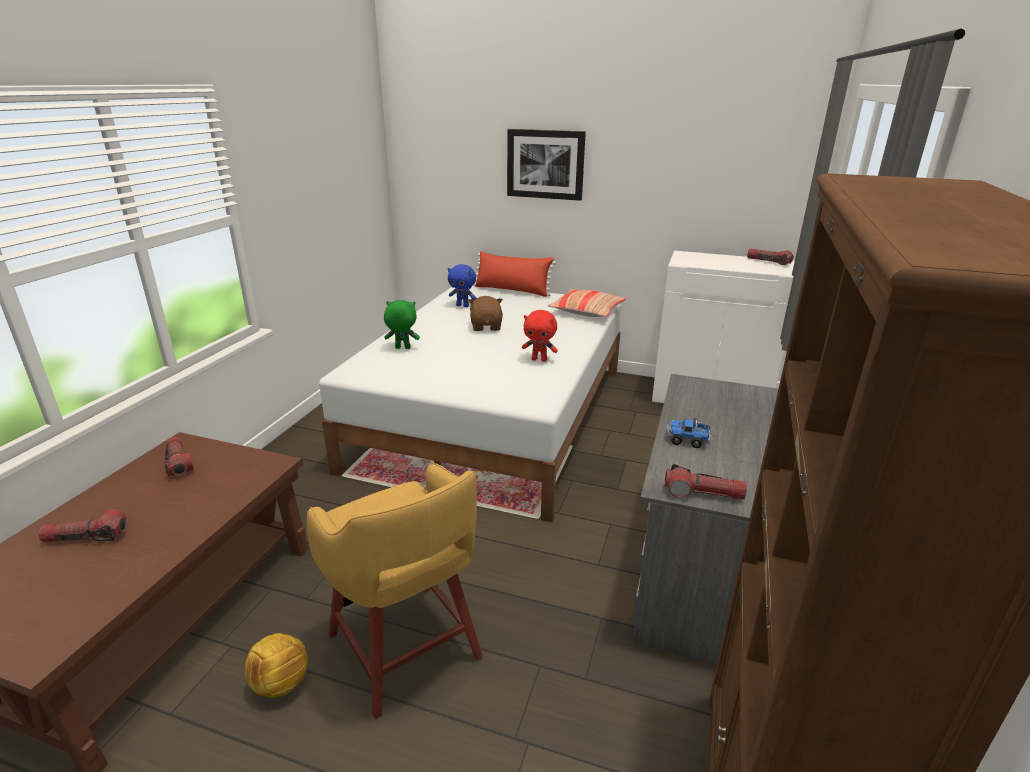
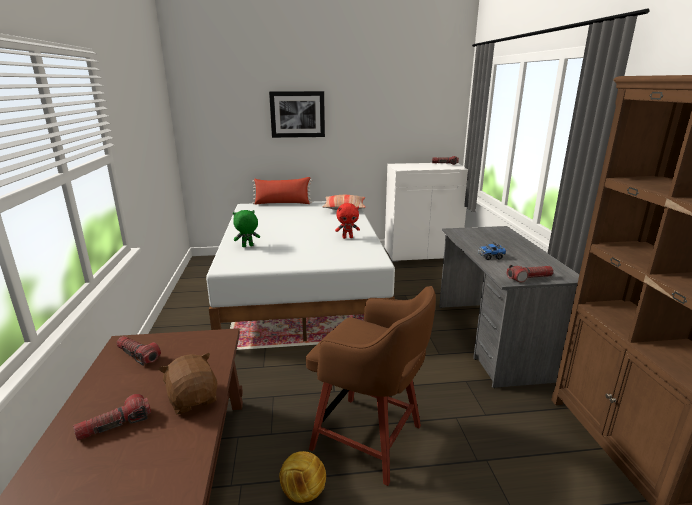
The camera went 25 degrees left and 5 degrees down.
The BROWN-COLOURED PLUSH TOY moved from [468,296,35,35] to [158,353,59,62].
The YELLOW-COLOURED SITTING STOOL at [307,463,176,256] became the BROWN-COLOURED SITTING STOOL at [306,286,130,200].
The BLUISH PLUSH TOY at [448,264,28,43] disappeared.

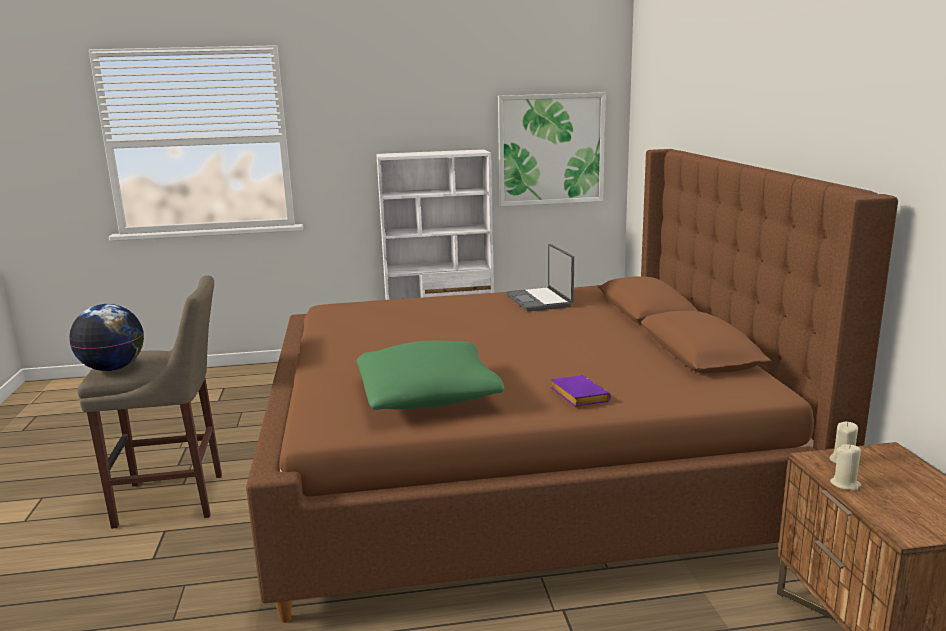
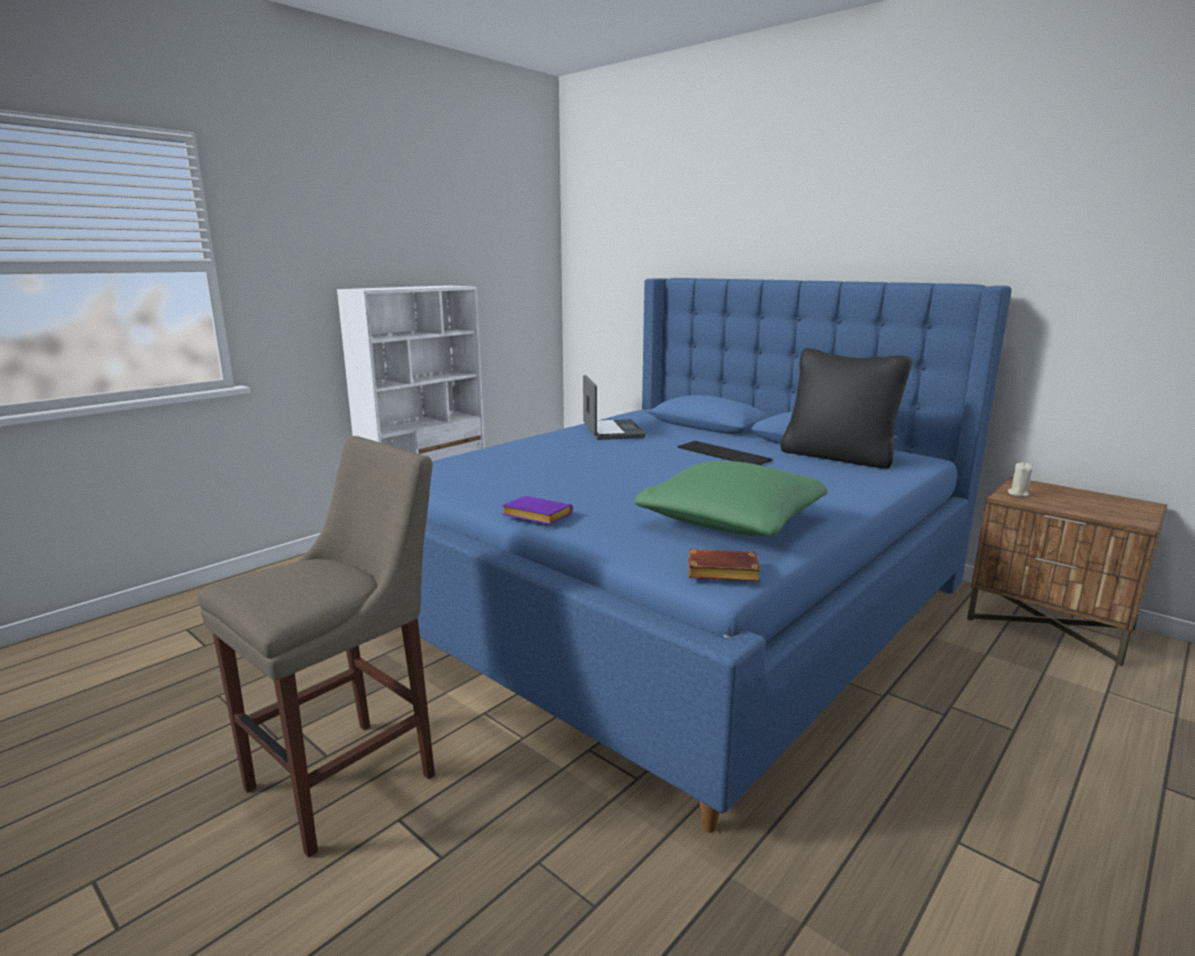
The camera went 40 degrees left and 0 degrees up.
The BROWN-COLOURED BED at [246,149,652,474] became the BLUISH BED at [418,278,594,555].
The PURPLE-COLOURED VOLUME moved from [550,375,61,31] to [502,496,71,29].
The NOTEBOOK COMPUTER at [506,244,68,68] turned 135 degrees counterclockwise.
The KEYBOARD at [677,441,96,24] appeared.
The BROWN-COLOURED VOLUME at [688,549,73,33] appeared.
The BLACKISH PILLOW at [780,348,133,121] appeared.
The WORLD GLOBE at [69,304,75,67] disappeared.
The PICTURE at [498,92,108,114] disappeared.
The BEIGE CANDLE at [830,444,31,47] disappeared.

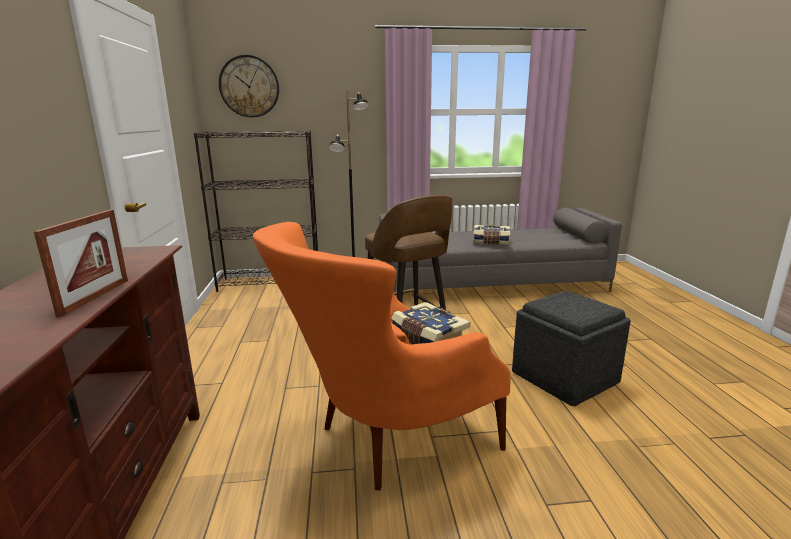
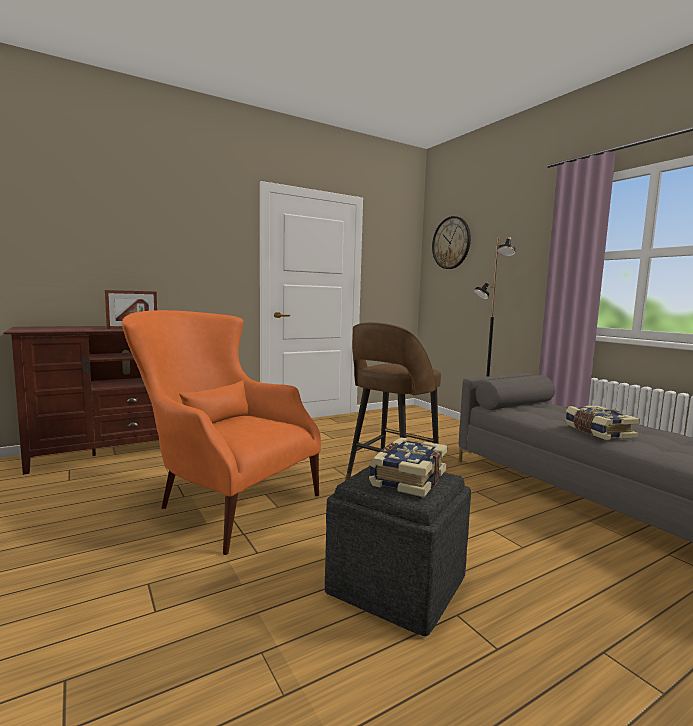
The camera went 65 degrees right and 10 degrees down.
The VOLUME moved from [391,302,80,42] to [369,437,78,60].
The BLACKISH SHELVING UNIT at [194,130,124,162] disappeared.

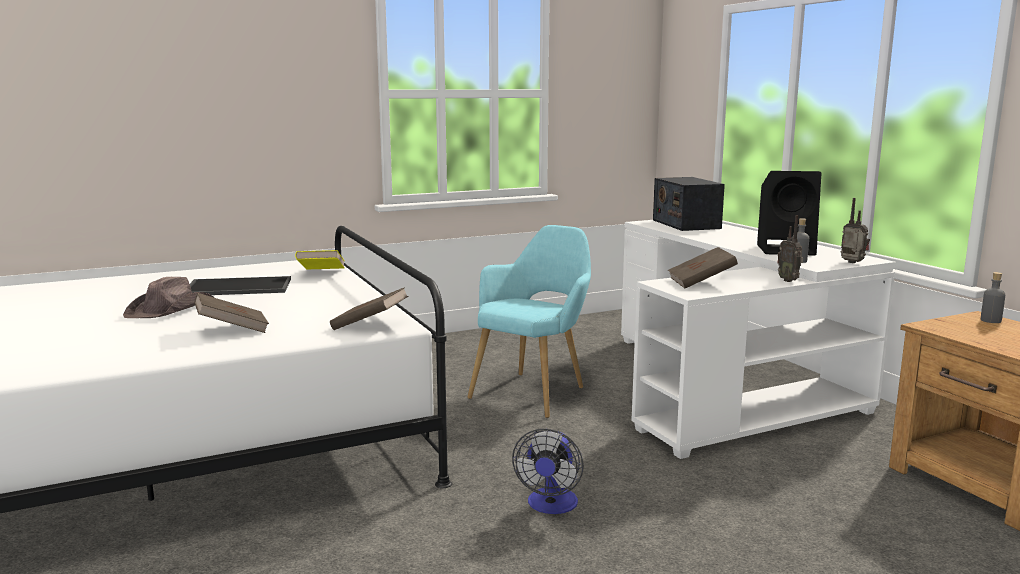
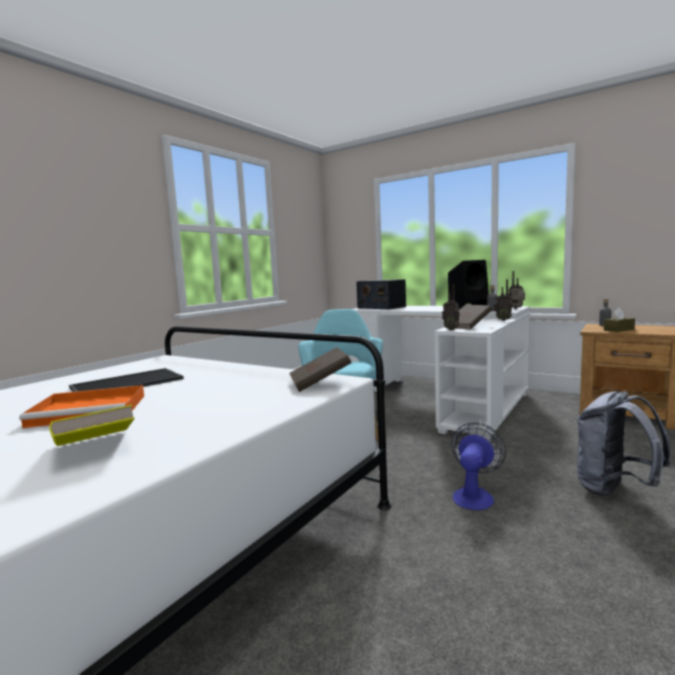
The camera went 30 degrees left and 5 degrees down.
The BROWN-COLOURED HAT at [123,277,90,41] was replaced by the ORANGE-COLOURED SERVING TRAY at [19,385,125,43].
The YELLOW-COLOURED VOLUME moved from [295,250,49,19] to [49,405,86,41].
The RADIO RECEIVER at [442,284,18,46] appeared.
The COOLING FAN at [512,429,72,85] turned 135 degrees counterclockwise.
The GRAY KNAPSACK at [577,391,94,105] appeared.
The BROWN-COLOURED BOX OF TISSUES at [604,308,31,24] appeared.
The BROWN-COLOURED VOLUME at [194,293,75,40] disappeared.

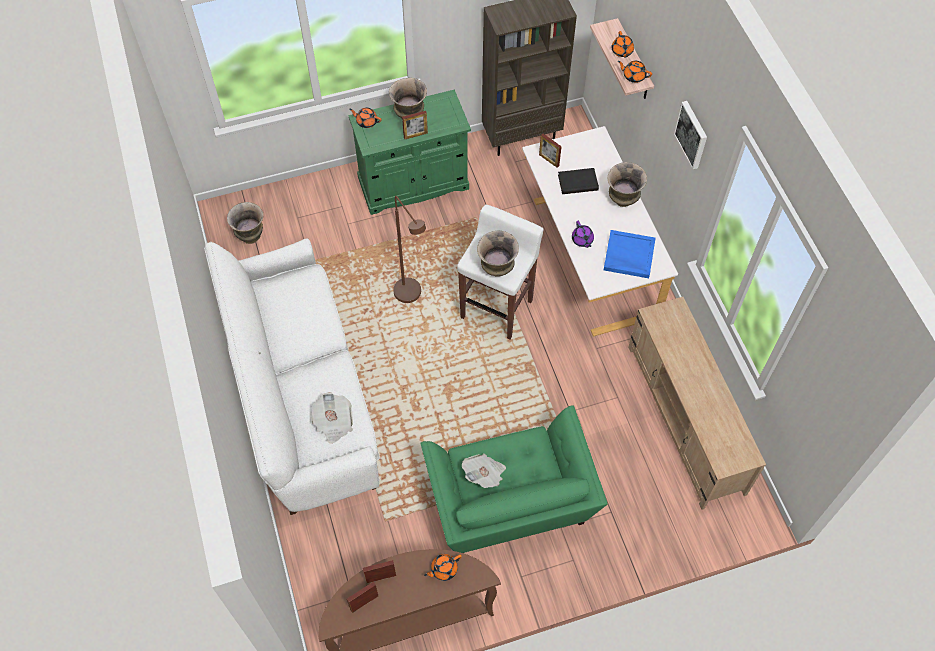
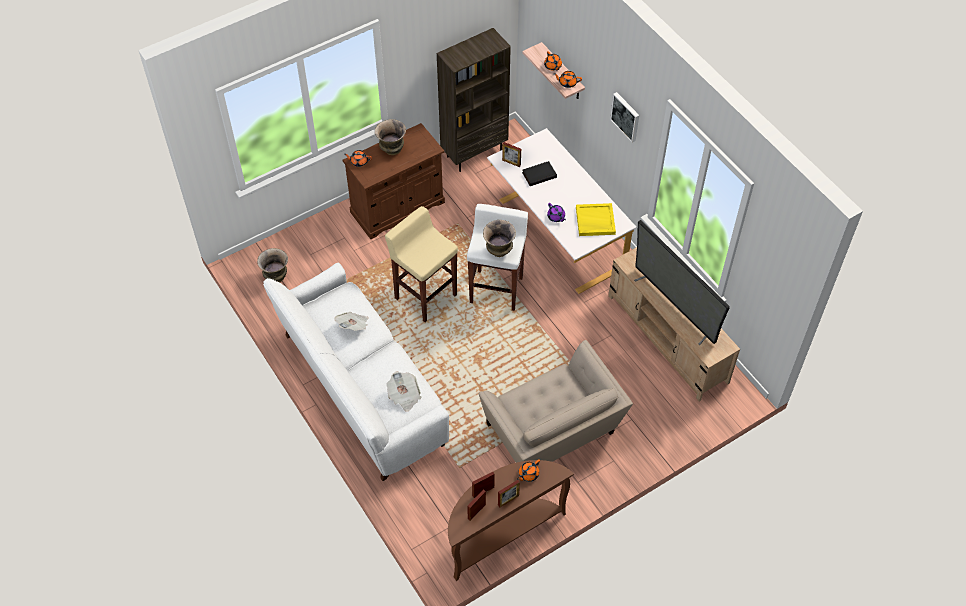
The camera went 15 degrees left and 5 degrees down.
The PRINTED PAPER moved from [462,453,44,35] to [335,312,34,19].
The GREEN CABINET at [348,89,123,126] became the BROWN-COLOURED CABINET at [343,123,102,116].
The BROWN-COLOURED STANDARD LAMP at [393,196,33,107] was replaced by the BEIGE SITTING STOOL at [385,206,73,116].
The GREEN LOUNGE CHAIR at [420,405,187,148] became the BEIGE LOUNGE CHAIR at [478,340,155,123].
The STANDING FRAME moved from [402,111,26,28] to [498,480,22,27].
The BLUISH SERVING TRAY at [604,230,51,48] became the YELLOW-COLOURED SERVING TRAY at [576,203,40,33].
The TV SET at [634,220,96,125] appeared.
The VASE at [608,162,39,45] disappeared.

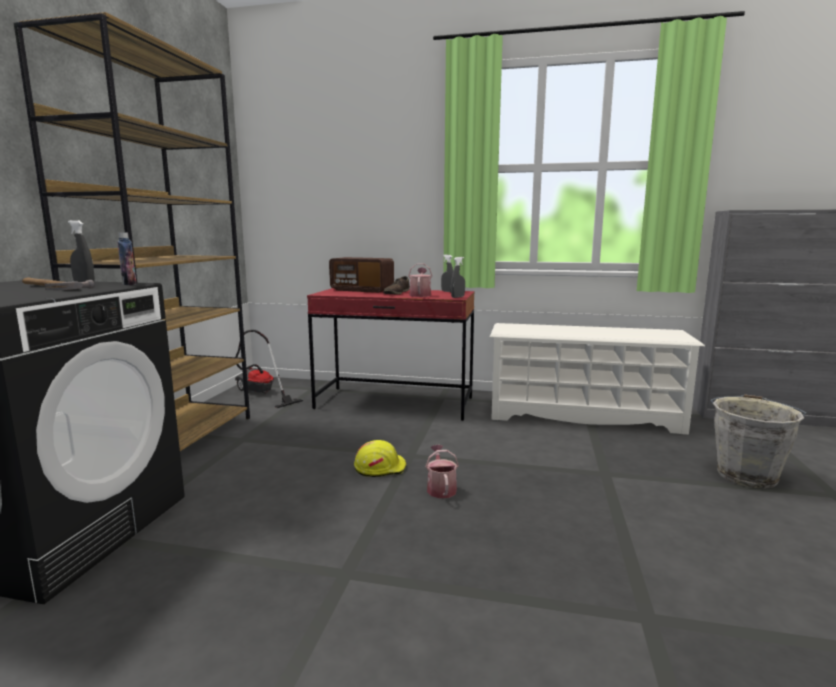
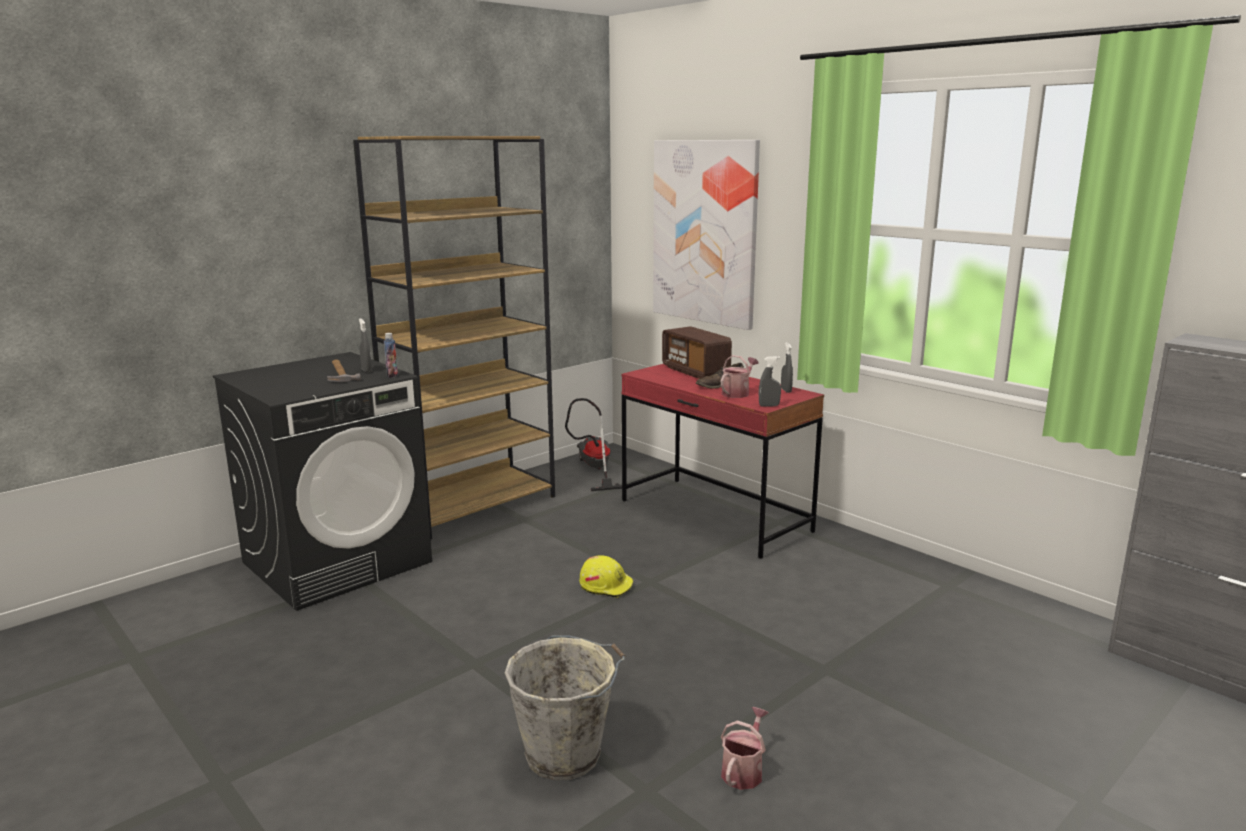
The camera went 35 degrees right and 5 degrees up.
The GRAY PAIL moved from [710,394,96,95] to [505,635,120,146].
The PICTURE at [653,140,107,190] appeared.
The WATERING POT moved from [425,445,34,53] to [721,707,48,83].
The WHITE SHOE SHELF at [490,323,215,112] disappeared.

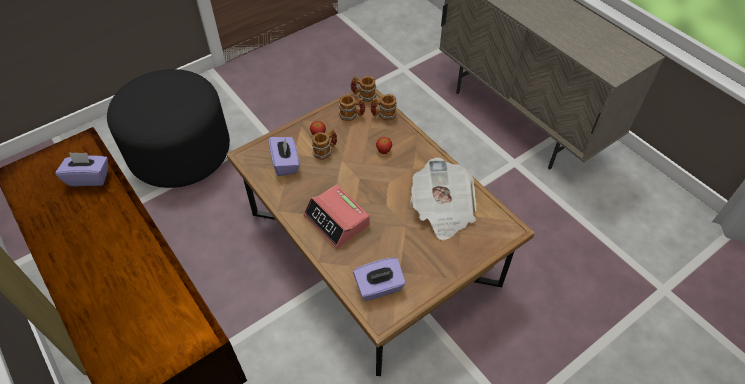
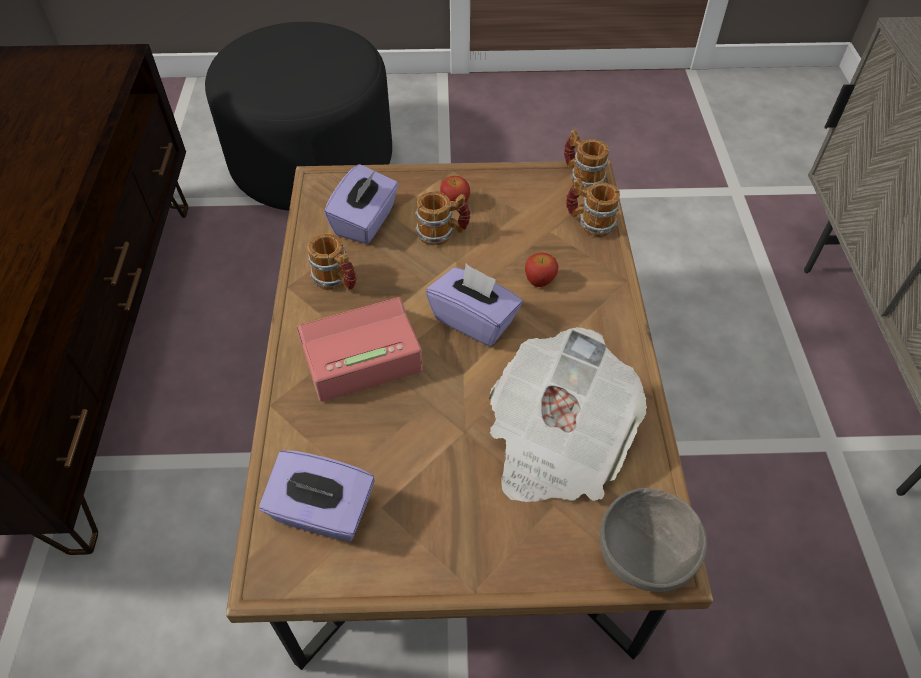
The camera went 35 degrees right and 0 degrees up.
The TABLE CLOCK at [304,185,66,63] turned 75 degrees clockwise.
The COFFEE MUG moved from [339,95,26,26] to [307,233,49,58].
The PURPLE-COLOURED BOX OF TISSUES moved from [55,152,53,34] to [426,263,97,83].
The GRAY SERVING BOWL at [600,488,107,104] appeared.

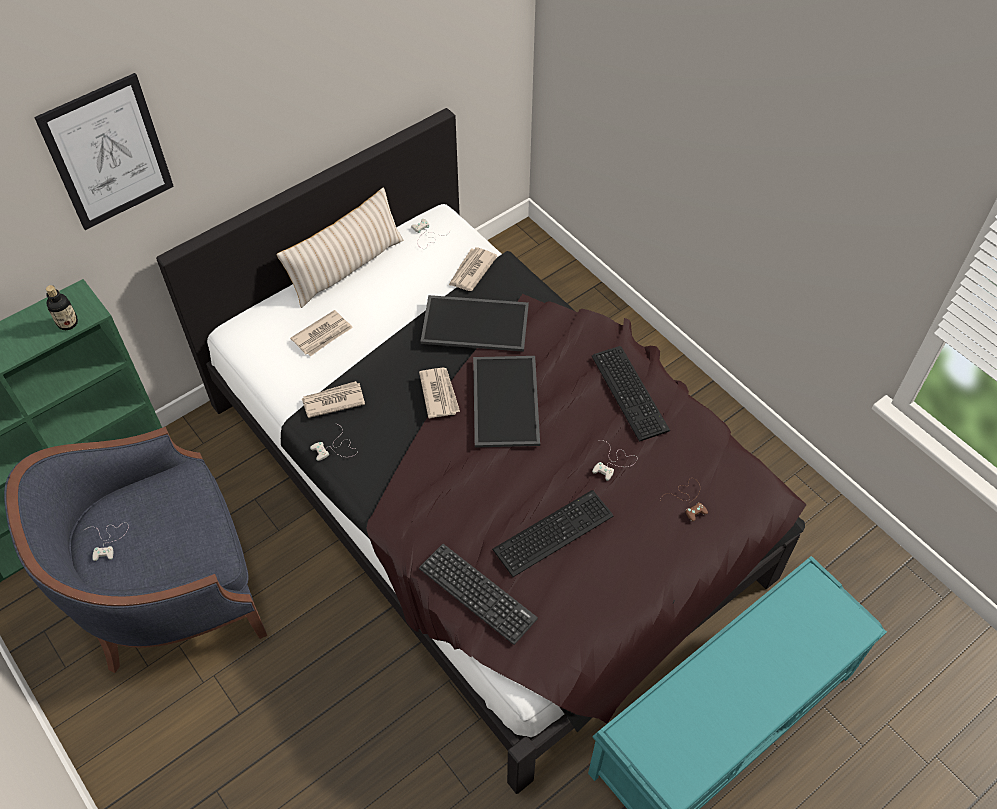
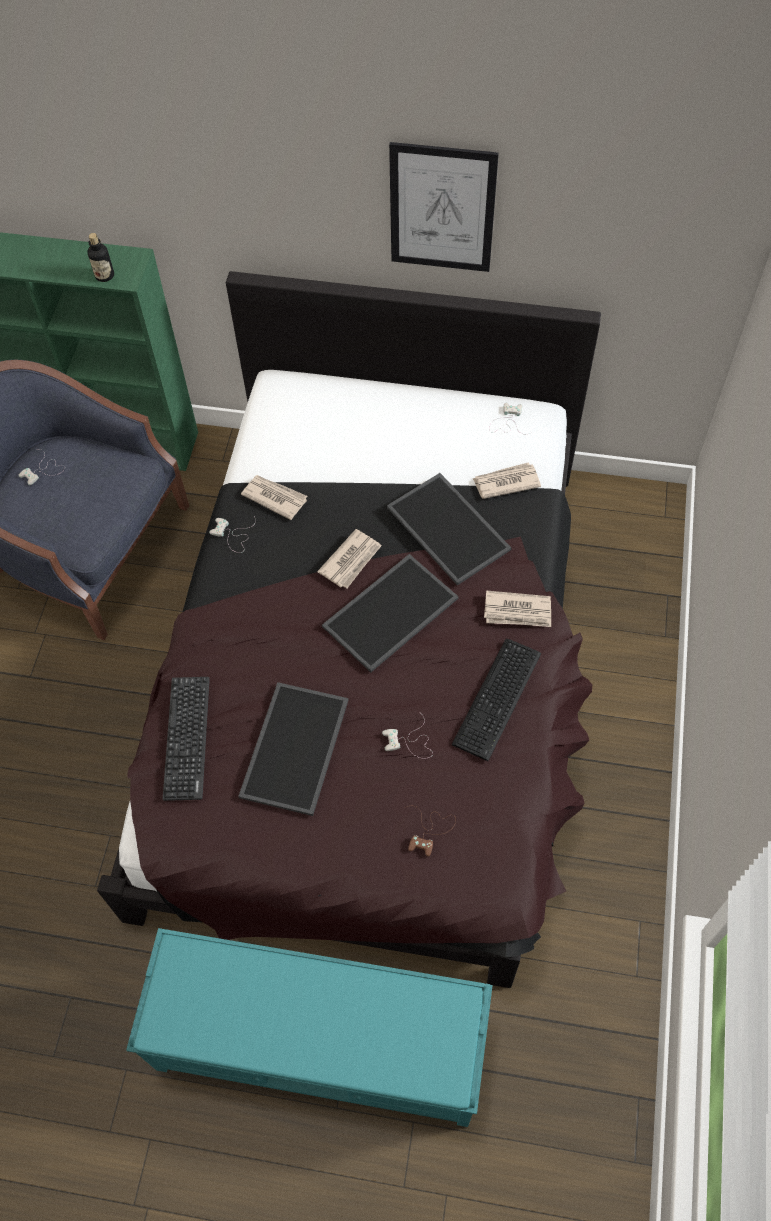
The camera went 50 degrees right and 5 degrees up.
The KEYBOARD at [492,490,121,87] was replaced by the SERVING TRAY at [238,682,110,134].
The PICTURE moved from [34,73,140,157] to [389,142,110,130].
The PRINTED PAPER moved from [290,310,63,46] to [484,590,67,37].
The BEIGE PILLOW at [276,187,127,121] disappeared.

